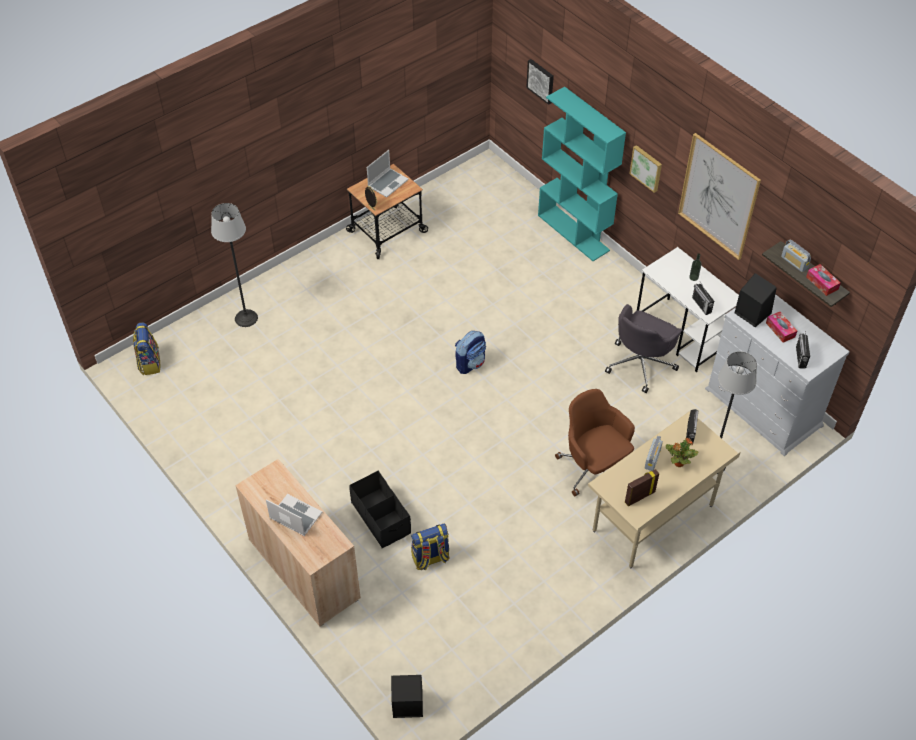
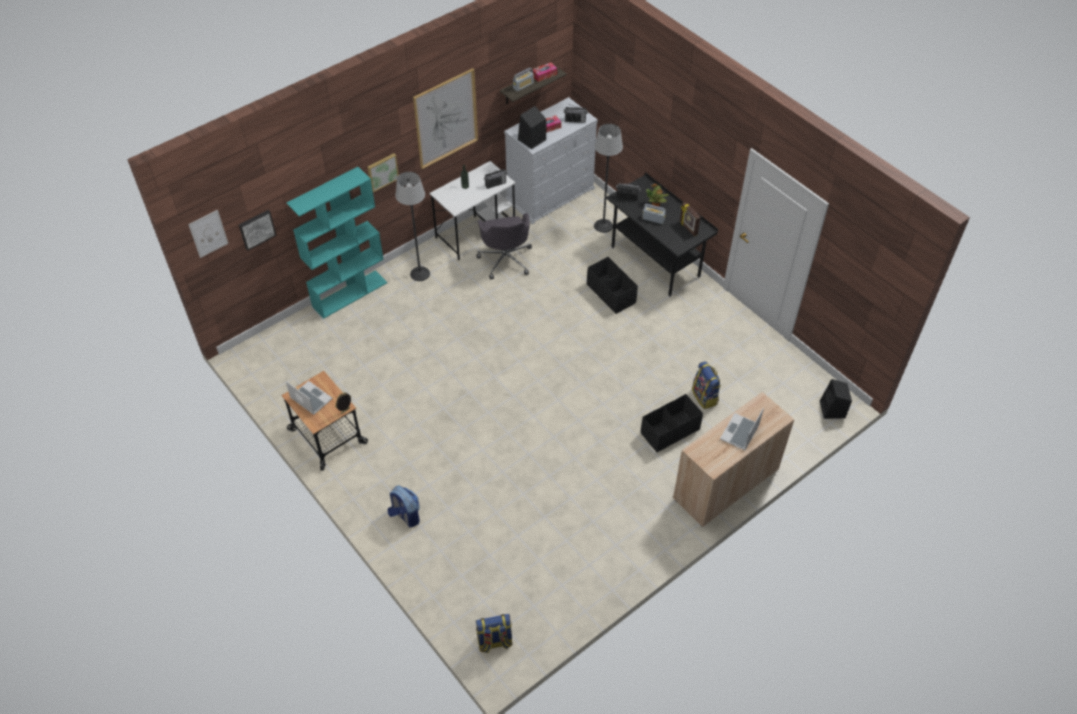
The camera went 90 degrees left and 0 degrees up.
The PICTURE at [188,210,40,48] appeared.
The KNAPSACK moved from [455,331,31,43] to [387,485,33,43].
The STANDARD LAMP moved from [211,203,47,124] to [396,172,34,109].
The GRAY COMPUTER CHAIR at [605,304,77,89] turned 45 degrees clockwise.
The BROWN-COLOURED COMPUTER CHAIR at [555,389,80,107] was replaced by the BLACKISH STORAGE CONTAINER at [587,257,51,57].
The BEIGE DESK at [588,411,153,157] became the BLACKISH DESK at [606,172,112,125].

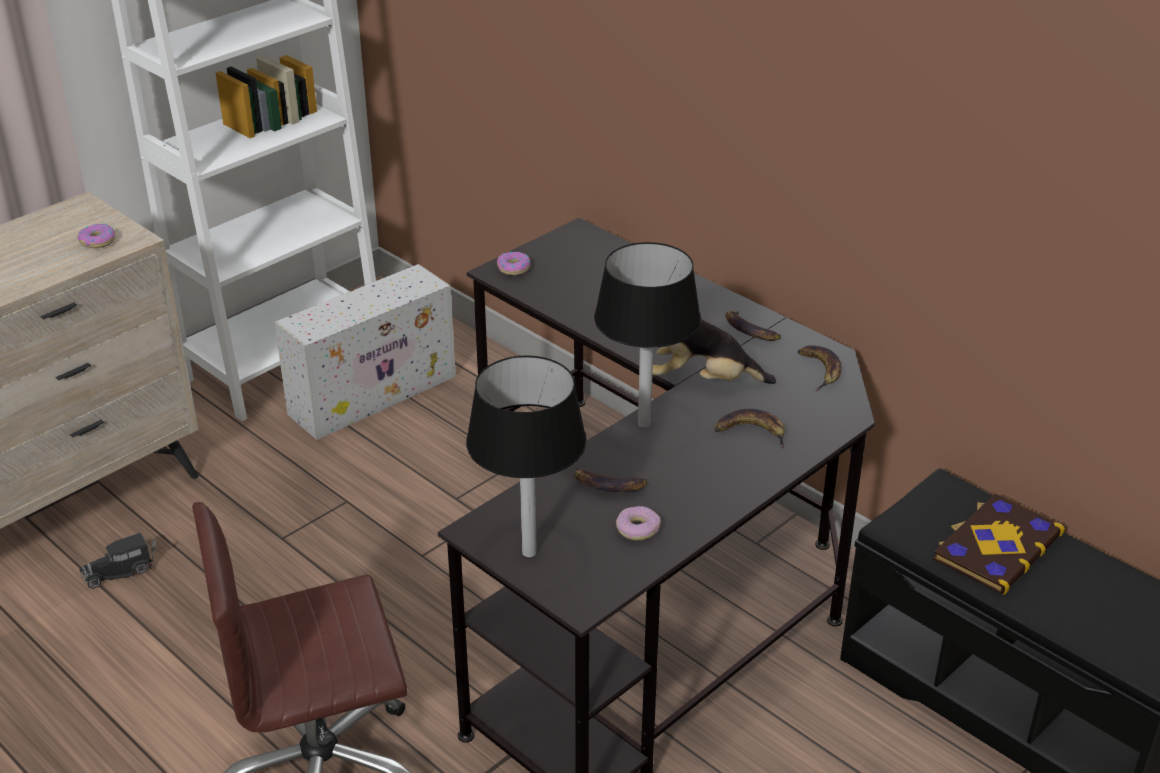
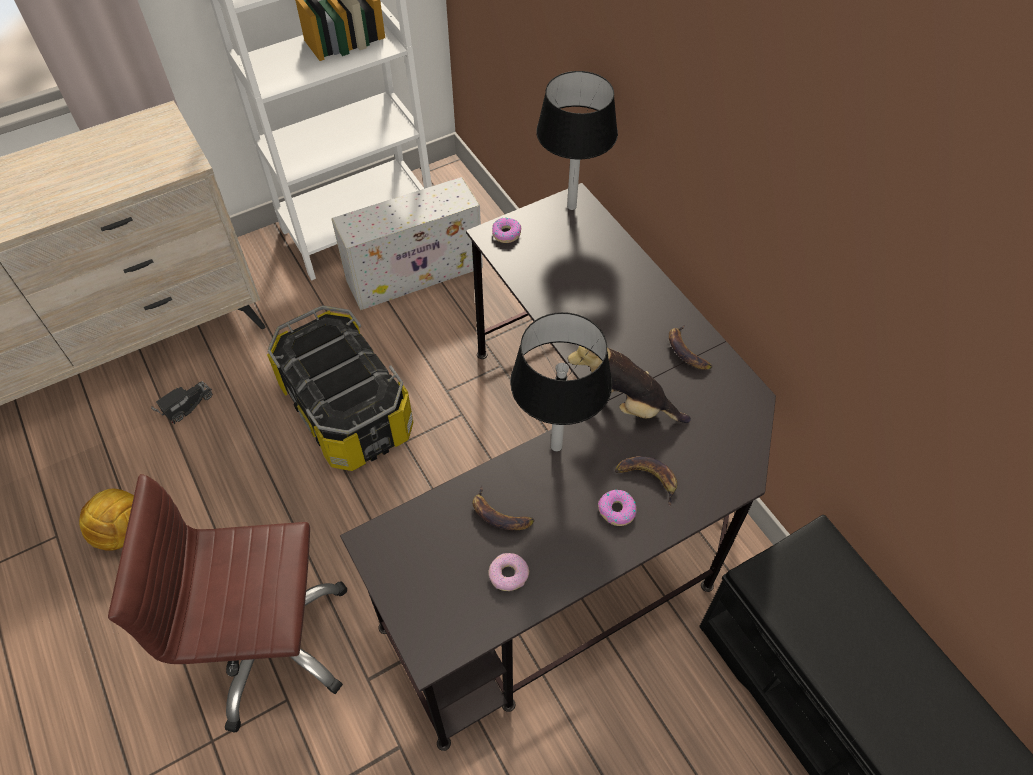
The camera went 15 degrees right and 20 degrees up.
The BALL FOR FOOTBALL at [79,489,55,62] appeared.
The TOY TRUCK at [79,533,77,56] turned 150 degrees clockwise.
The STORAGE CONTAINER at [267,306,146,165] appeared.
The BLACKISH TABLE LAMP moved from [466,356,121,201] to [536,71,82,139].
The DONUT moved from [77,224,38,24] to [598,490,39,36].
The BANANA at [797,345,45,46] disappeared.
The VOLUME at [933,494,132,100] disappeared.

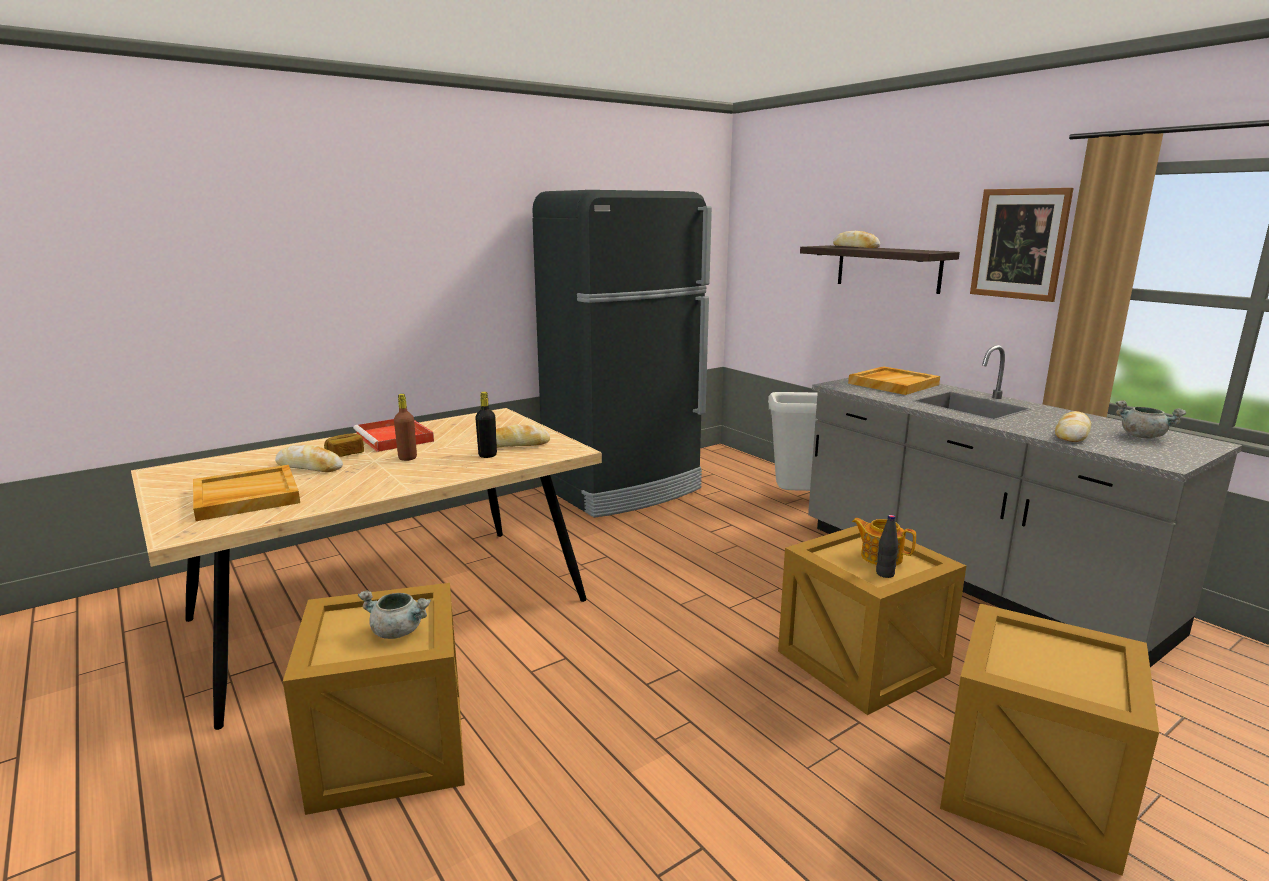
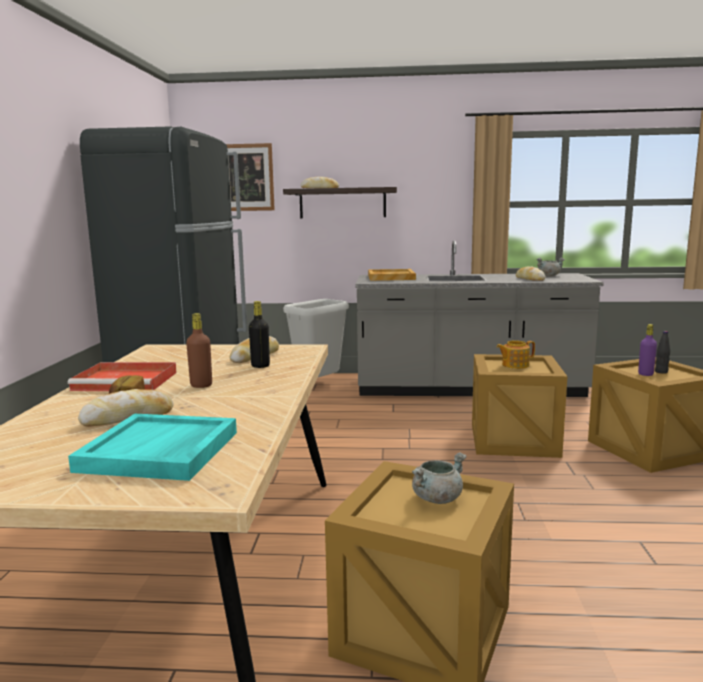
The camera went 50 degrees left and 5 degrees down.
The BEIGE SERVING TRAY at [193,465,107,56] became the TURQUOISE-COLOURED SERVING TRAY at [68,414,169,67].
The PICTURE moved from [970,188,104,114] to [226,143,49,68].
The PURPLE-COLOURED DRINK BOTTLE at [638,324,19,52] appeared.
The BLACKISH DRINK BOTTLE moved from [876,515,22,63] to [655,331,15,43].

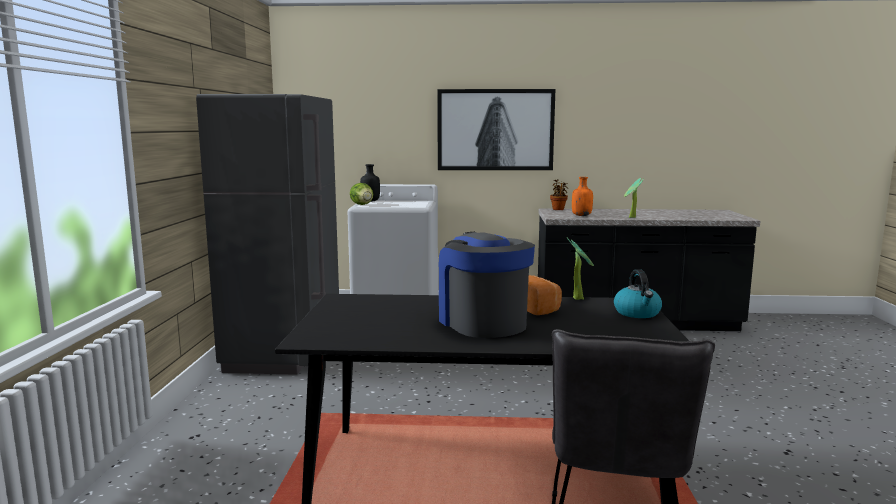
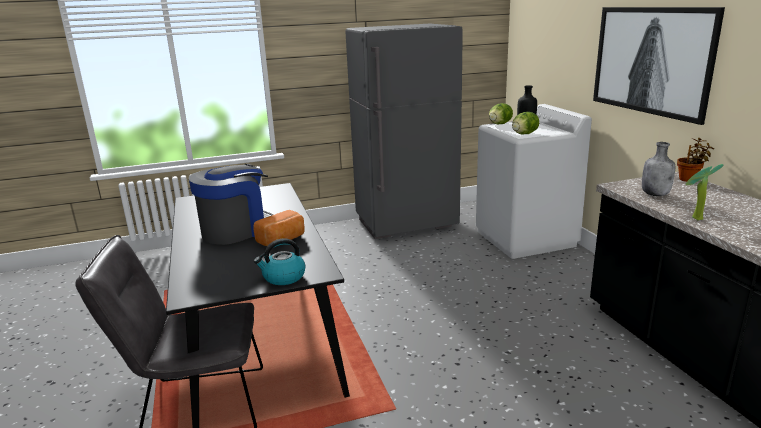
The camera went 70 degrees right and 10 degrees up.
The HEAD OF LETTUCE at [512,112,27,22] appeared.
The ORANGE-COLOURED DRINK BOTTLE at [572,177,21,39] became the GRAY DRINK BOTTLE at [642,142,33,54].
The POTTED PLANT at [567,238,27,62] disappeared.

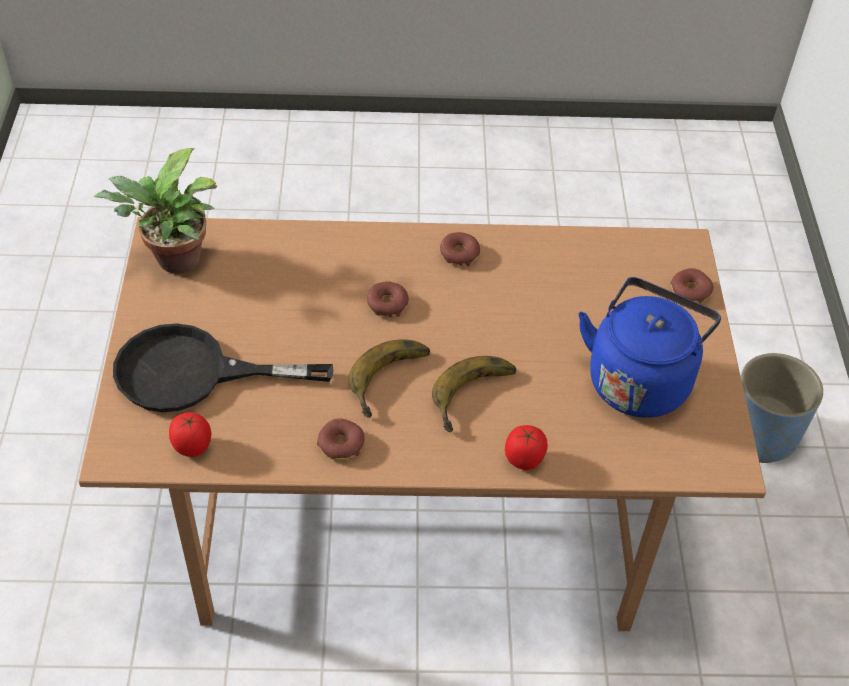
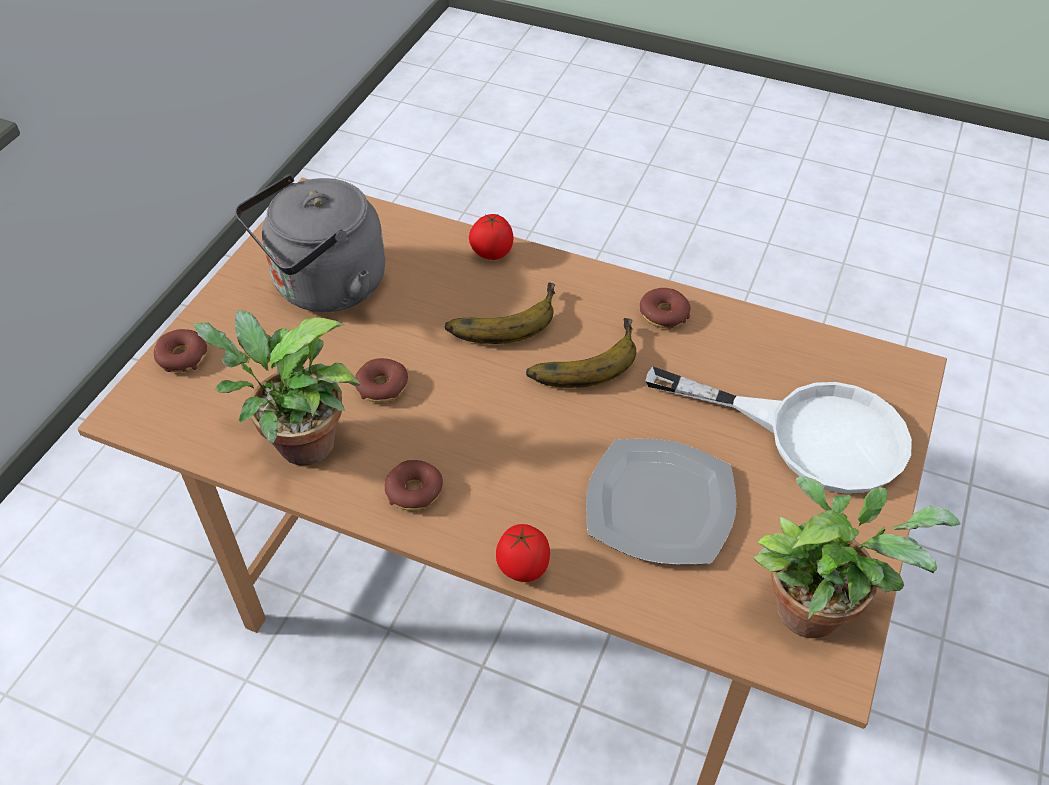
The camera went 155 degrees left and 0 degrees up.
The POTTED PLANT at [194,310,166,155] appeared.
The BLUISH WATER KETTLE at [578,277,143,141] became the GRAY WATER KETTLE at [235,174,150,138].
The DONUT moved from [367,281,42,36] to [355,358,53,45].
The TOMATO moved from [169,412,42,45] to [496,524,54,58].
The FLAT DISH at [586,439,150,126] appeared.
The BLACKISH SKILLET at [113,323,221,89] became the WHITE SKILLET at [646,366,266,128].
The BLUISH PLANT POT at [741,353,82,110] disappeared.

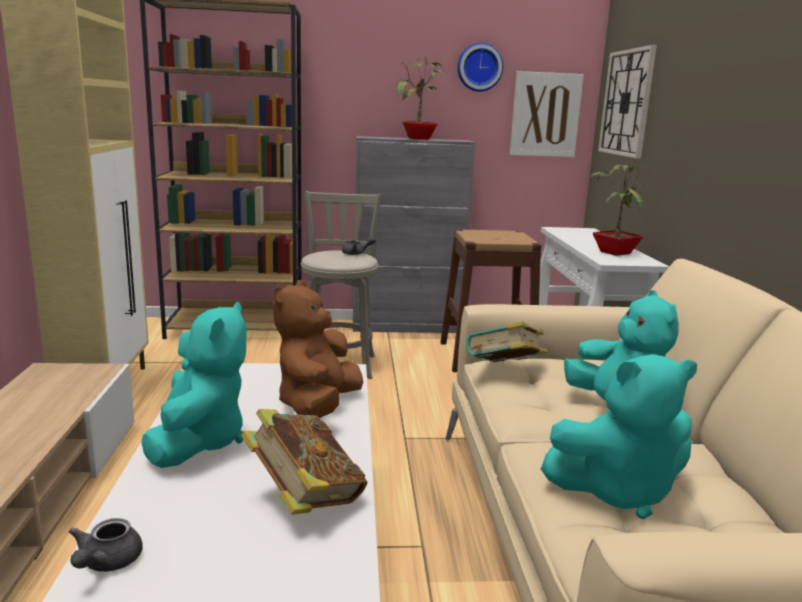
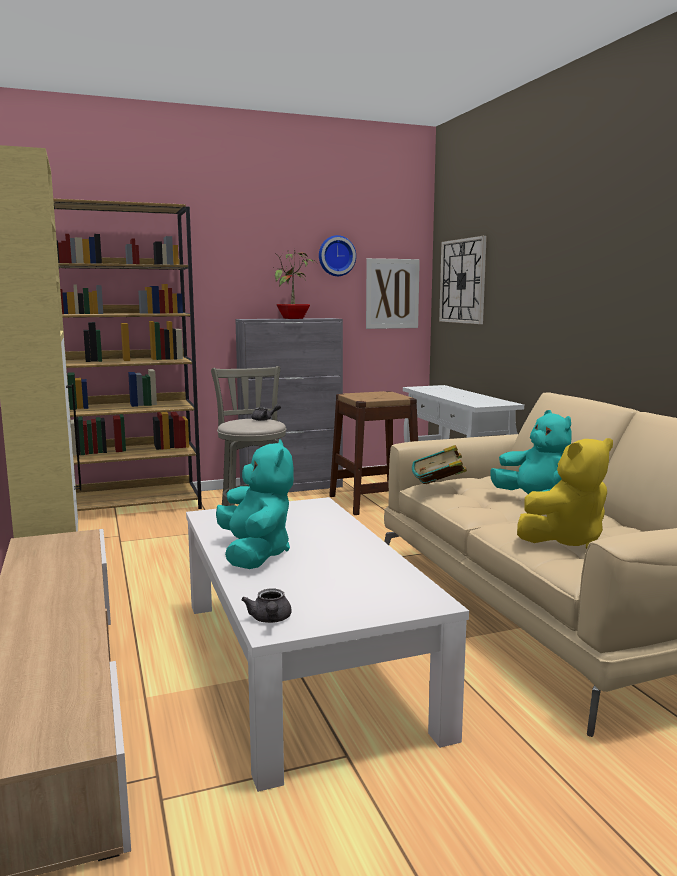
The camera went 15 degrees left and 5 degrees down.
The TURQUOISE-COLOURED PLUSH TOY at [541,354,156,165] became the YELLOW-COLOURED PLUSH TOY at [517,438,96,111].
The VOLUME at [241,409,127,106] disappeared.
The BROWN-COLOURED PLUSH TOY at [273,280,90,138] disappeared.
The POTTED PLANT at [589,160,56,96] disappeared.

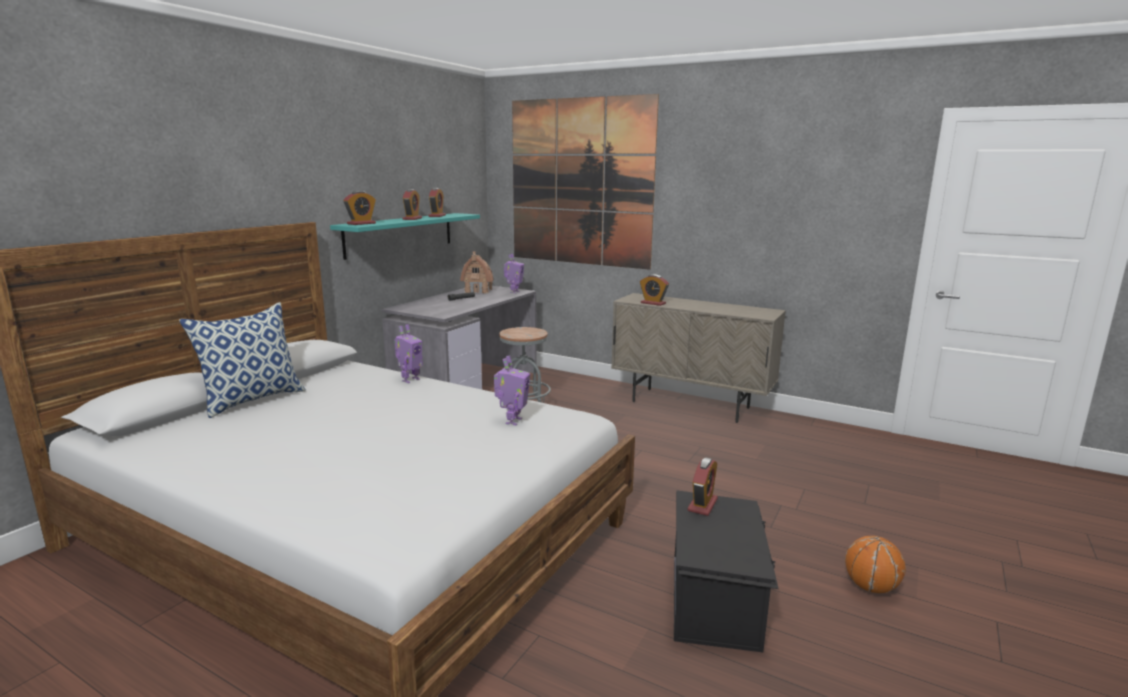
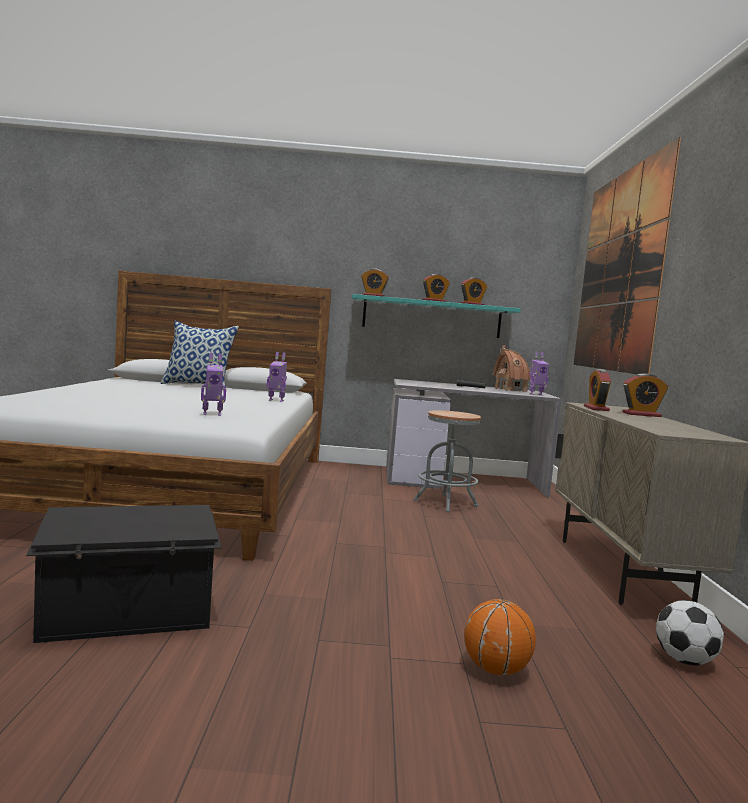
The camera went 60 degrees right and 10 degrees down.
The BASKETBALL moved from [845,536,61,57] to [464,599,72,77].
The TABLE CLOCK moved from [688,458,30,58] to [623,373,45,44].
The BALL FOR FOOTBALL at [656,600,68,65] appeared.

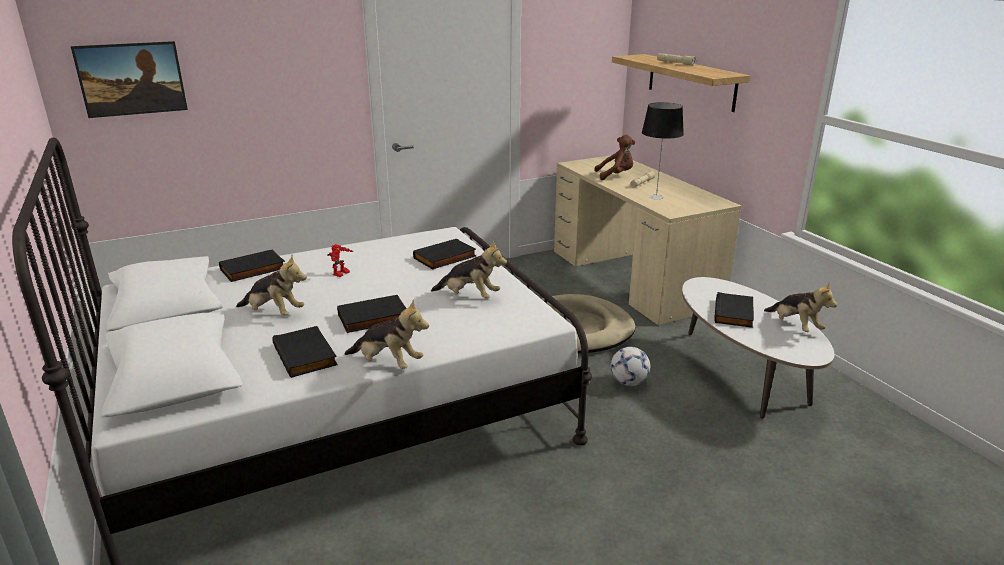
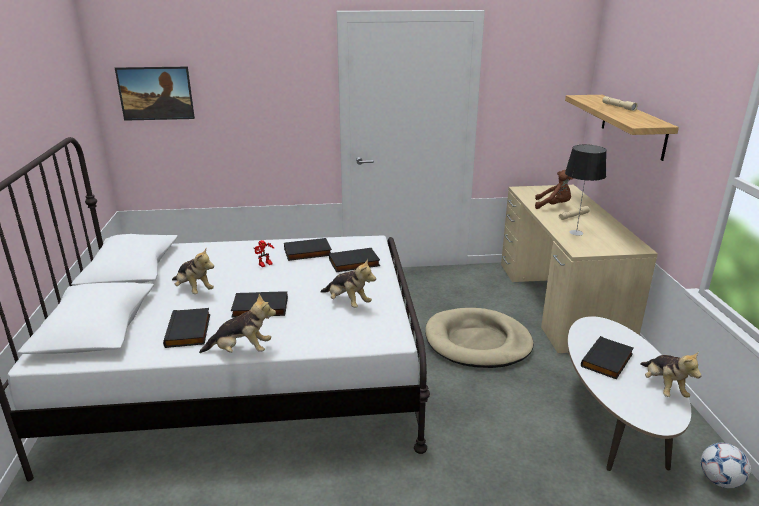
The camera went 20 degrees right and 0 degrees up.
The PLUSH TOY at [345,299,84,70] turned 45 degrees counterclockwise.
The BLACKISH VOLUME moved from [219,249,66,33] to [284,238,48,23].
The BALL FOR FOOTBALL moved from [611,347,39,39] to [701,443,50,45].

